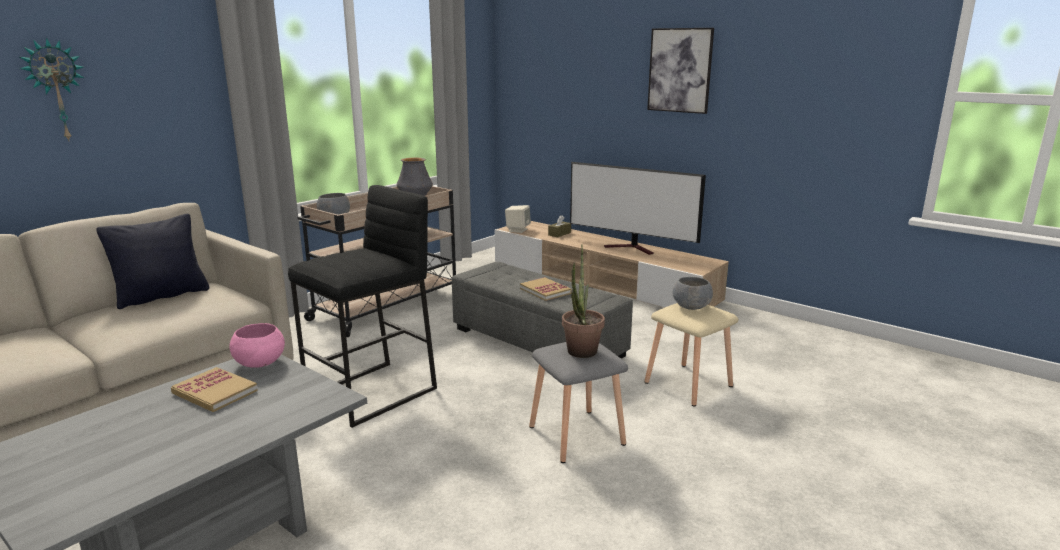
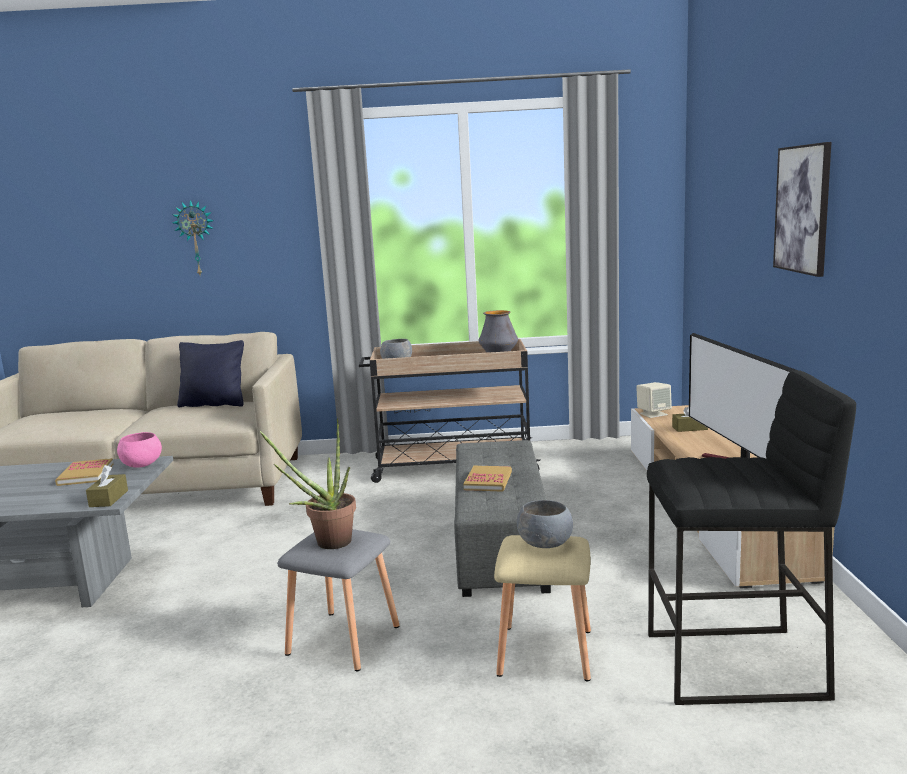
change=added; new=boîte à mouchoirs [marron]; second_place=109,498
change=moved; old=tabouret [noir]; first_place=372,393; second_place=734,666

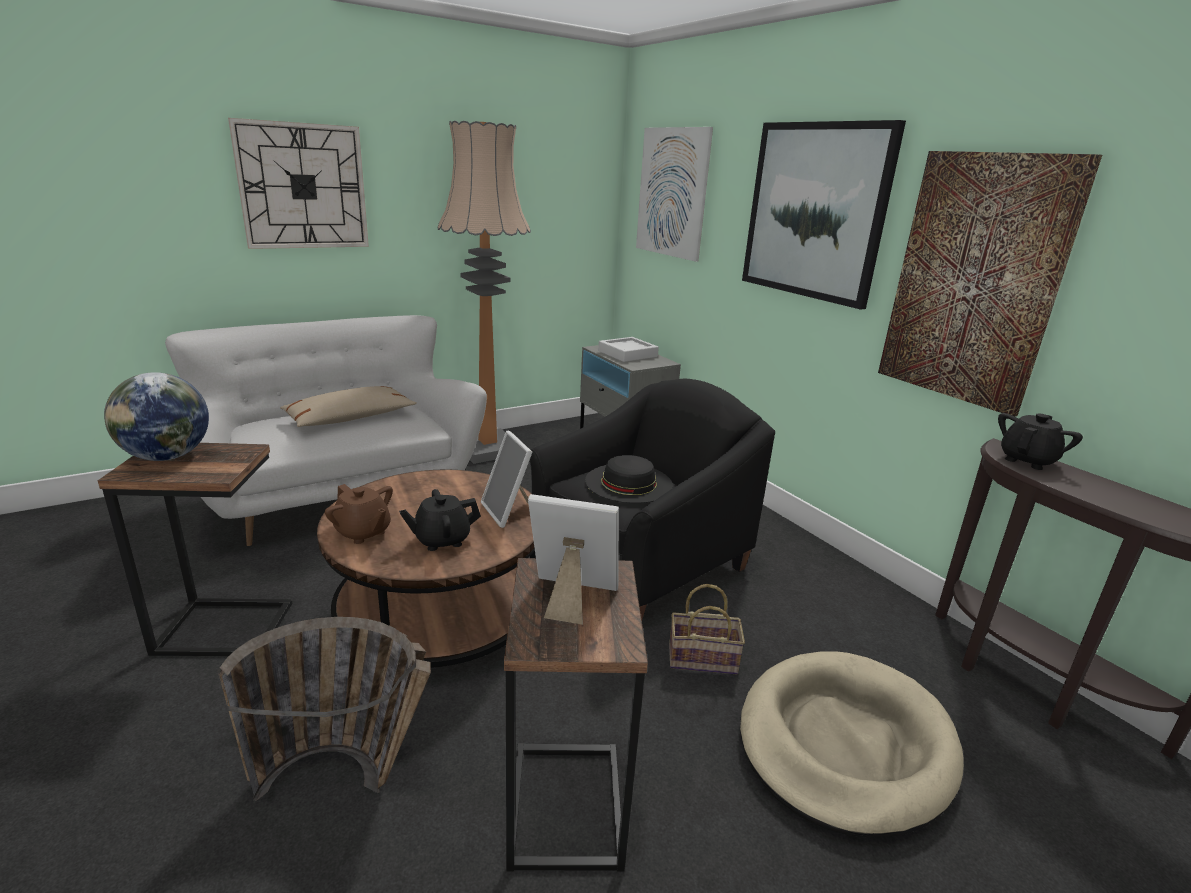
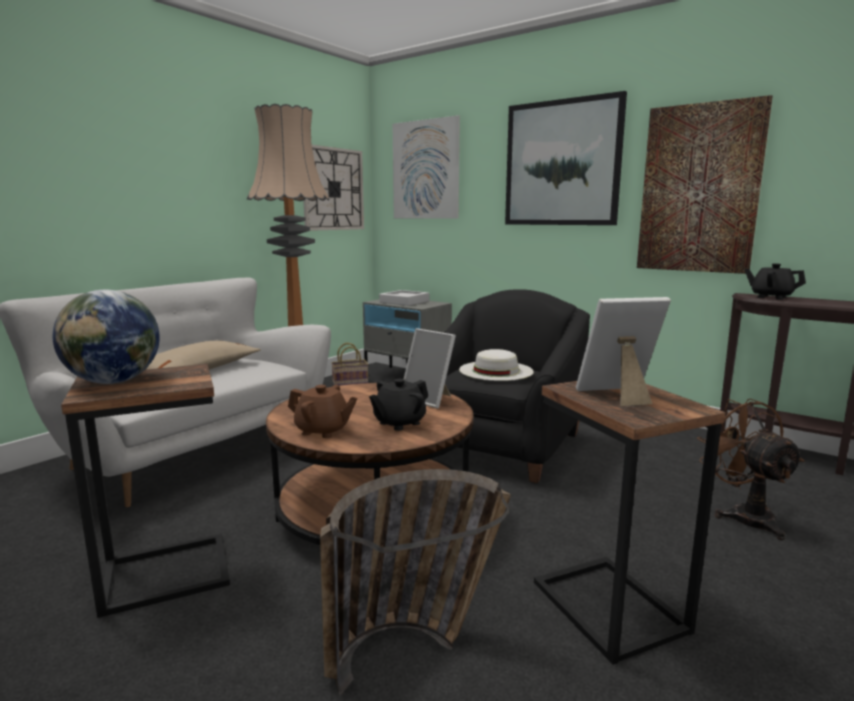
change=moved; old=horloge murale; first_place=303,186; second_place=333,189
change=moved; old=panier; first_place=704,658; second_place=351,382
change=recoloured; old=chapeau [noir]; new=chapeau [blanc]; first_place=628,482; second_place=496,370
change=replaced; old=panier pour chien [beige]; new=ventilateur [marron]; first_place=844,744; second_place=743,515
change=turned; old=théière [noir]; first_place=1027,460; second_place=771,297; degrees=-75

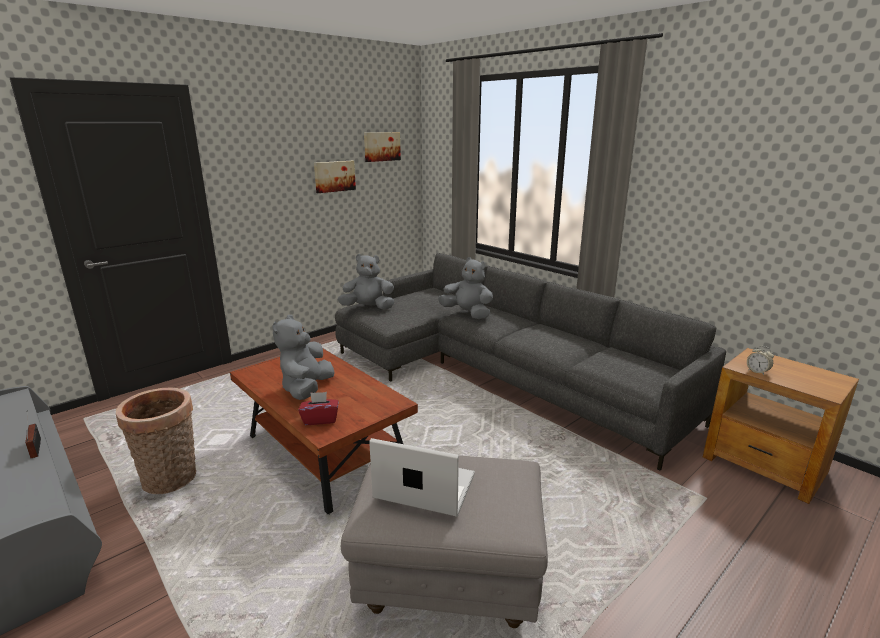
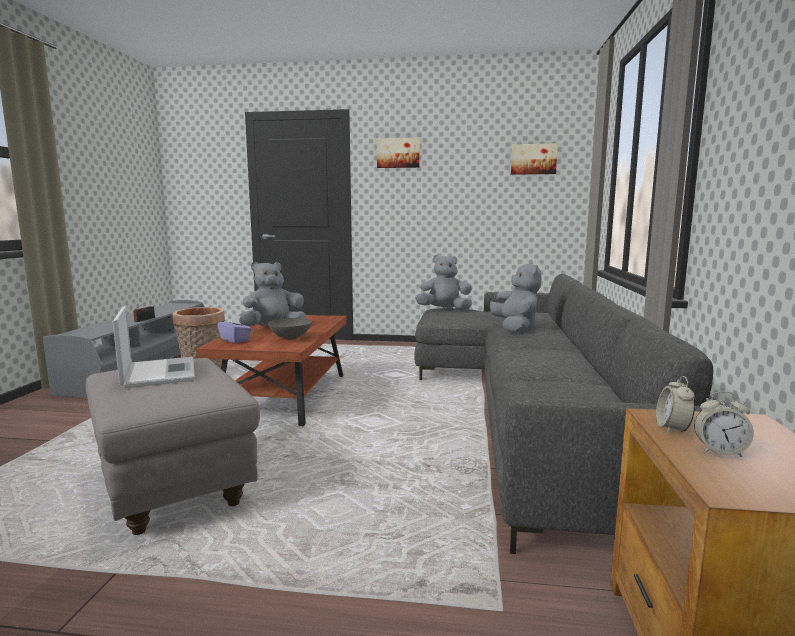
change=recoloured; old=boîte à mouchoirs [rouge]; new=boîte à mouchoirs [violet]; first_place=320,419; second_place=235,340
change=added; new=bol [gris]; second_place=291,338
change=moved; old=tableau; first_place=334,176; second_place=398,153
change=turned; old=peluche [gris]; first_place=368,308; second_place=444,310; degrees=-45
change=added; new=réveil; second_place=719,451

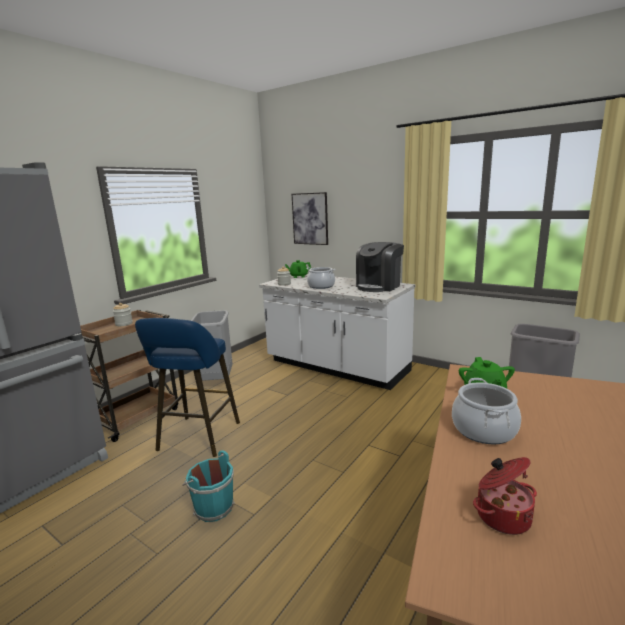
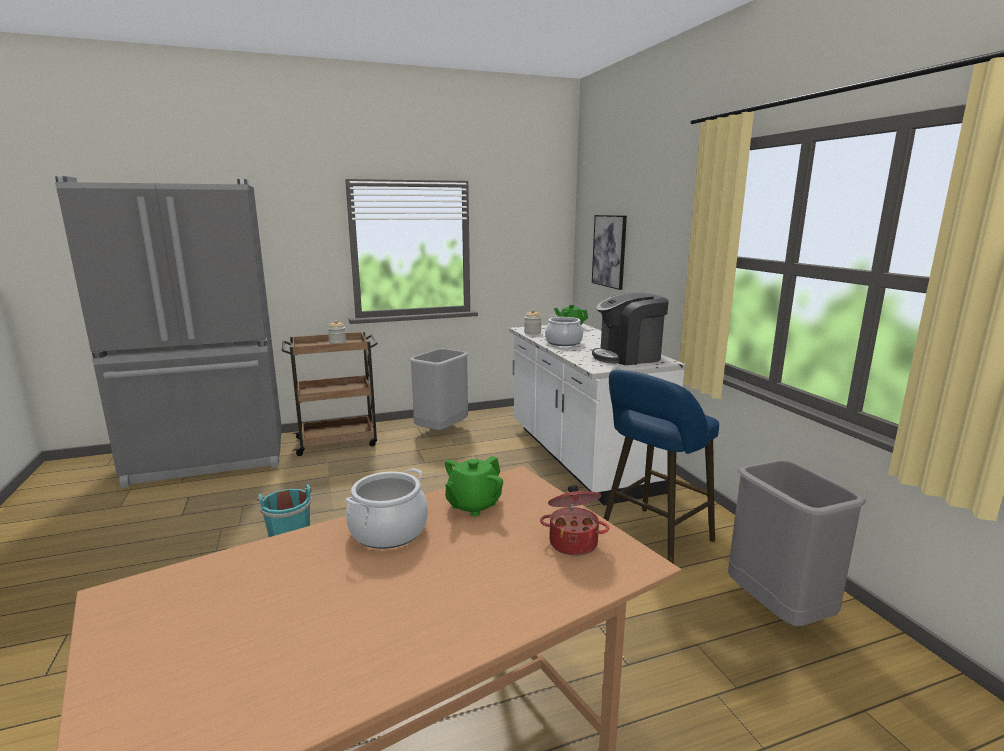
change=moved; old=marmite; first_place=502,515; second_place=573,542
change=moved; old=tabouret [bleu]; first_place=197,439; second_place=652,541

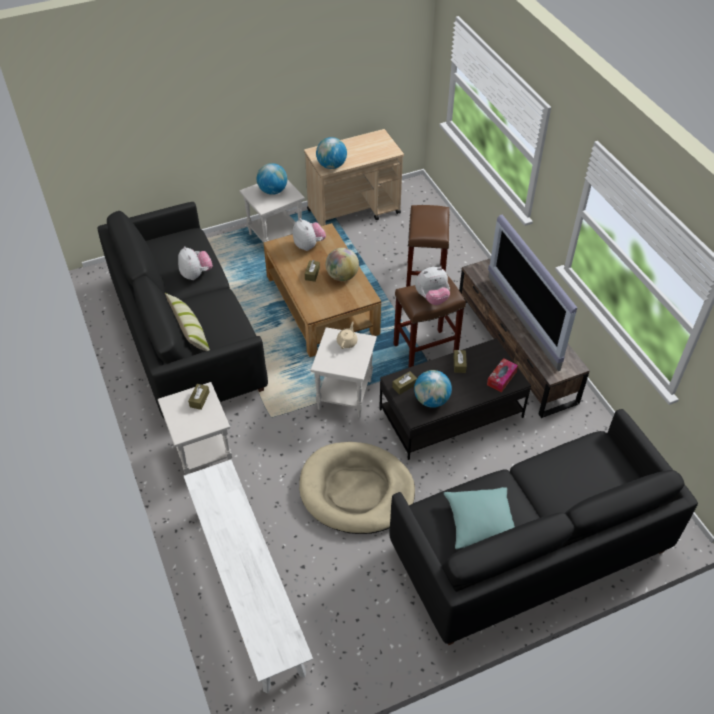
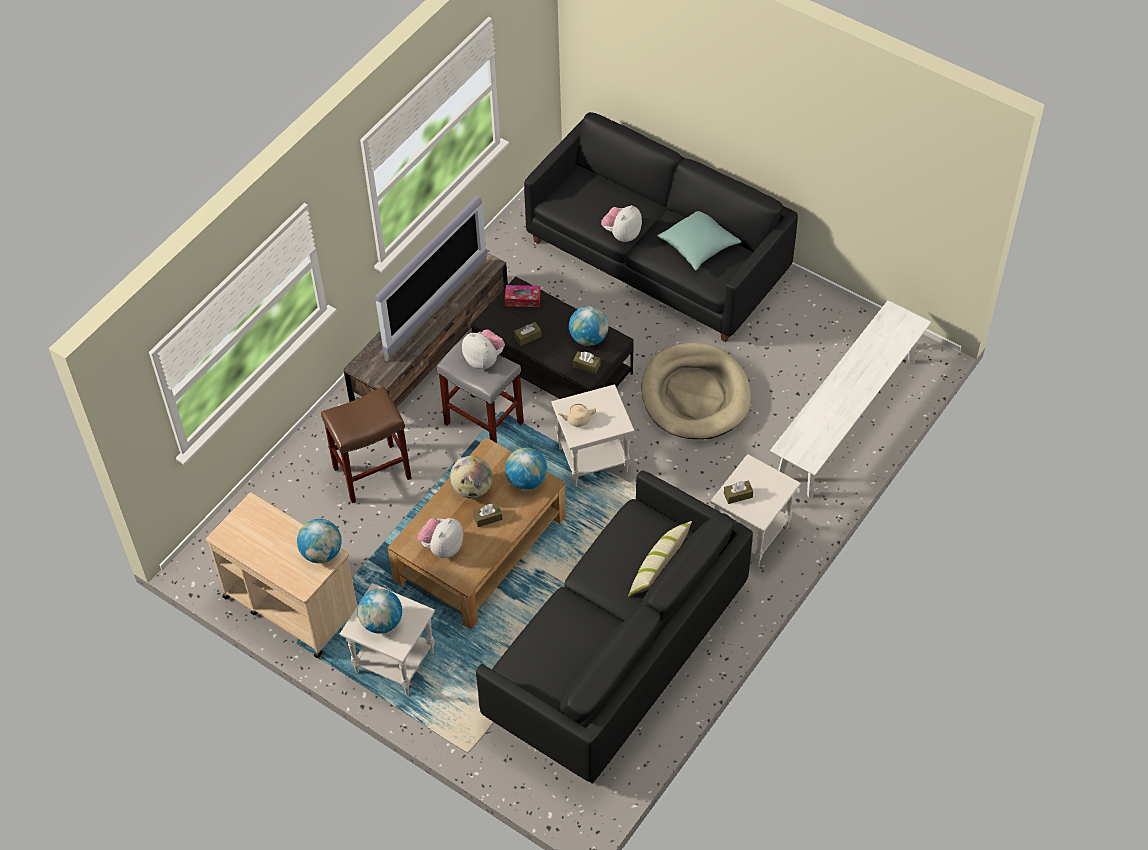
change=recoloured; old=tabouret [marron]; new=tabouret [gris]; first_place=424,351; second_place=485,423
change=added; new=globe; second_place=526,480
change=moved; old=peluche; first_place=196,274; second_place=622,234

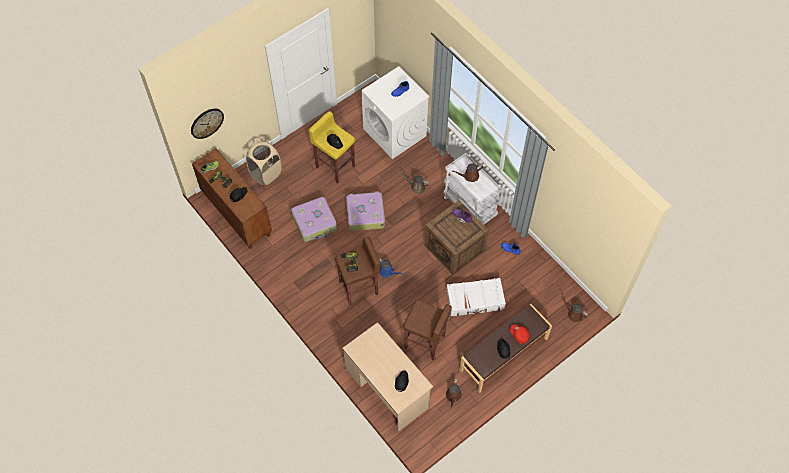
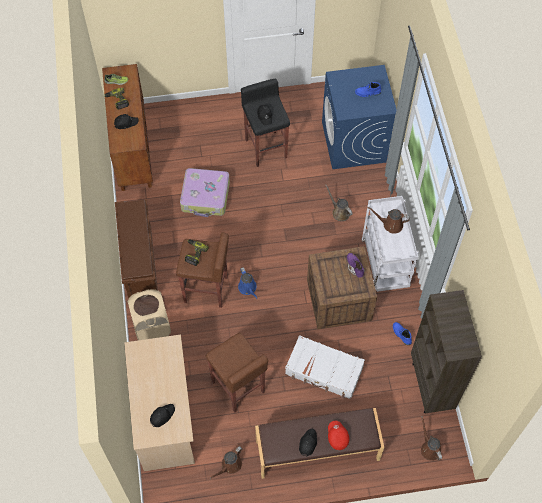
change=added; new=étagère à chaussures [marron]; second_place=140,263
change=moved; old=panier à linge [beige]; first_place=266,173; second_place=152,327
change=recoloured; old=tabouret [jaune]; new=tabouret [noir]; first_place=335,166; second_place=266,148
change=recoloured; old=lave-linge [blanc]; new=lave-linge [bleu]; first_place=395,132; second_place=354,142
change=added; new=bibliothèque [marron]; second_place=431,386
change=removed; old=horloge murale; first_place=206,123
change=removed; old=valise; first_place=365,214

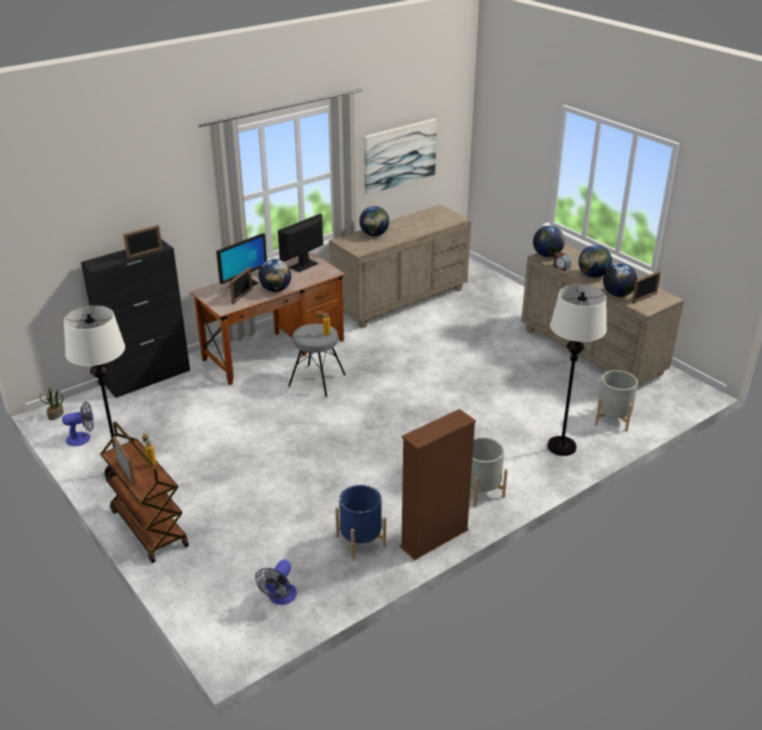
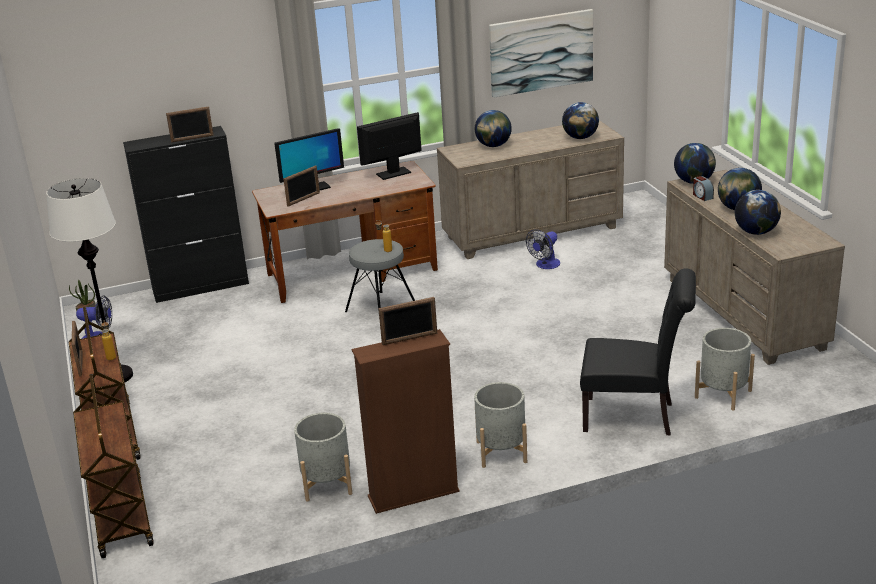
change=added; new=chariot [marron]; second_place=120,515
change=recoloured; old=cache-pot [bleu]; new=cache-pot [gris]; first_place=361,541; second_place=327,484
change=moved; old=cadre photo; first_place=644,298; second_place=409,339
change=moved; old=ventilateur; first_place=280,598; second_place=545,265
change=moved; old=globe; first_place=276,290; second_place=580,137
change=replaced; old=lampadaire [blanc]; new=chaise [noir]; first_place=562,447; second_place=635,417

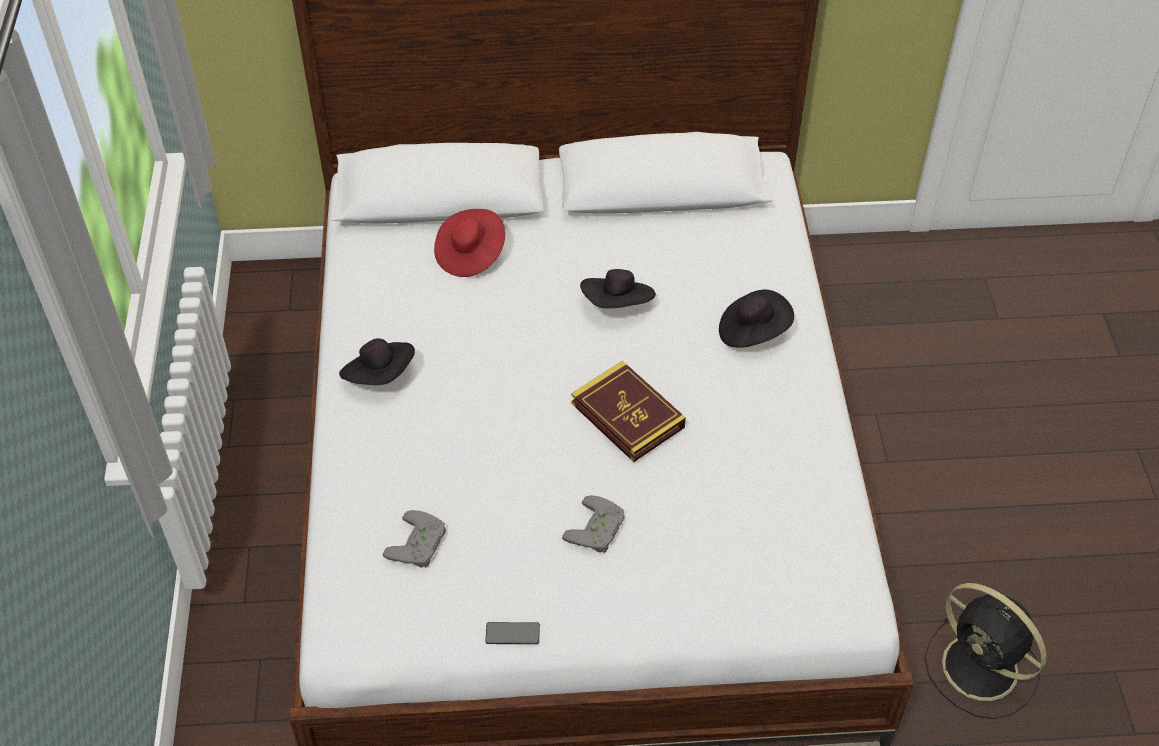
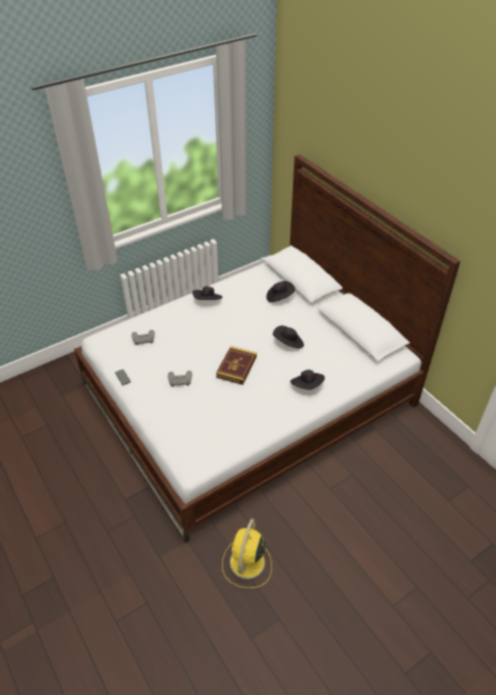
change=recoloured; old=ventilateur [noir]; new=ventilateur [jaune]; first_place=983,669; second_place=246,563
change=recoloured; old=chapeau [rouge]; new=chapeau [noir]; first_place=470,255; second_place=279,297

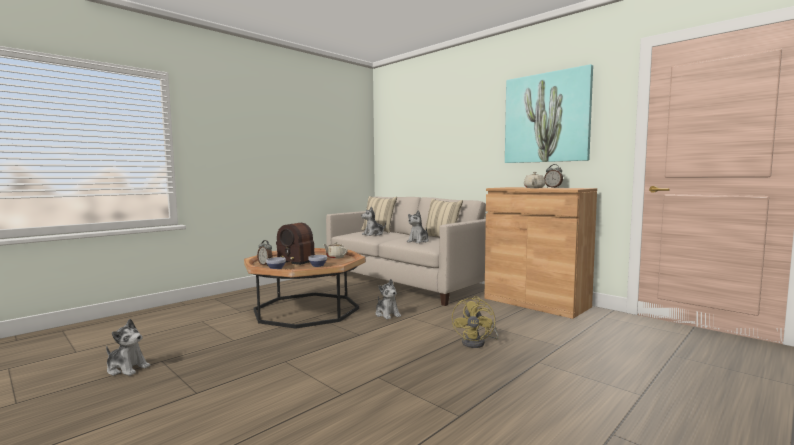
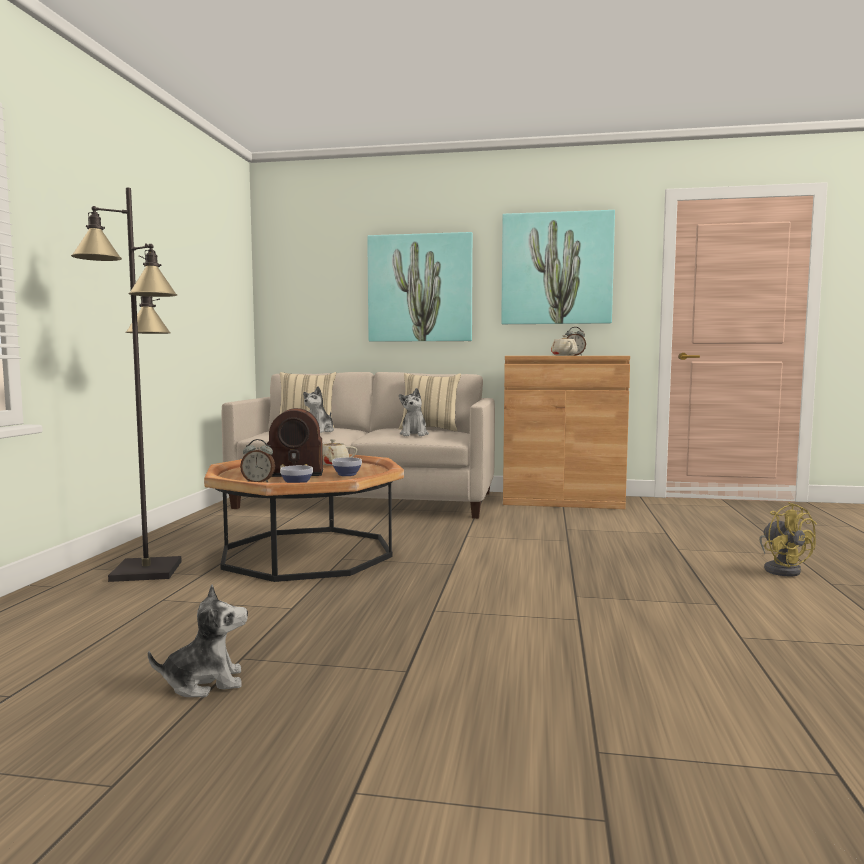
change=added; new=lampadaire [noir]; second_place=146,571
change=added; new=tableau; second_place=420,288
change=moved; old=ventilateur [jaune]; first_place=477,343; second_place=782,569
change=removed; old=peluche; first_place=387,314

